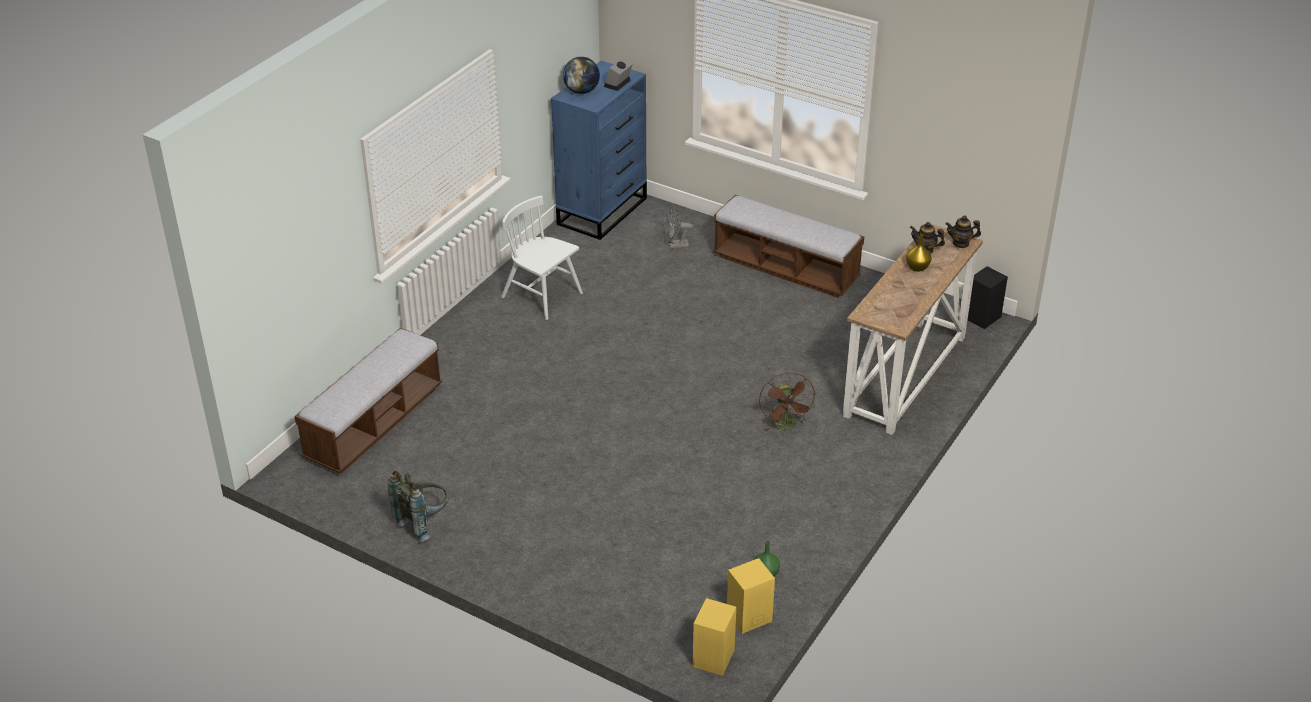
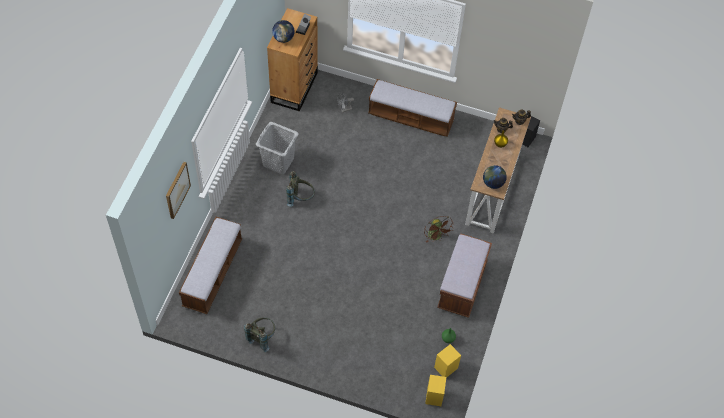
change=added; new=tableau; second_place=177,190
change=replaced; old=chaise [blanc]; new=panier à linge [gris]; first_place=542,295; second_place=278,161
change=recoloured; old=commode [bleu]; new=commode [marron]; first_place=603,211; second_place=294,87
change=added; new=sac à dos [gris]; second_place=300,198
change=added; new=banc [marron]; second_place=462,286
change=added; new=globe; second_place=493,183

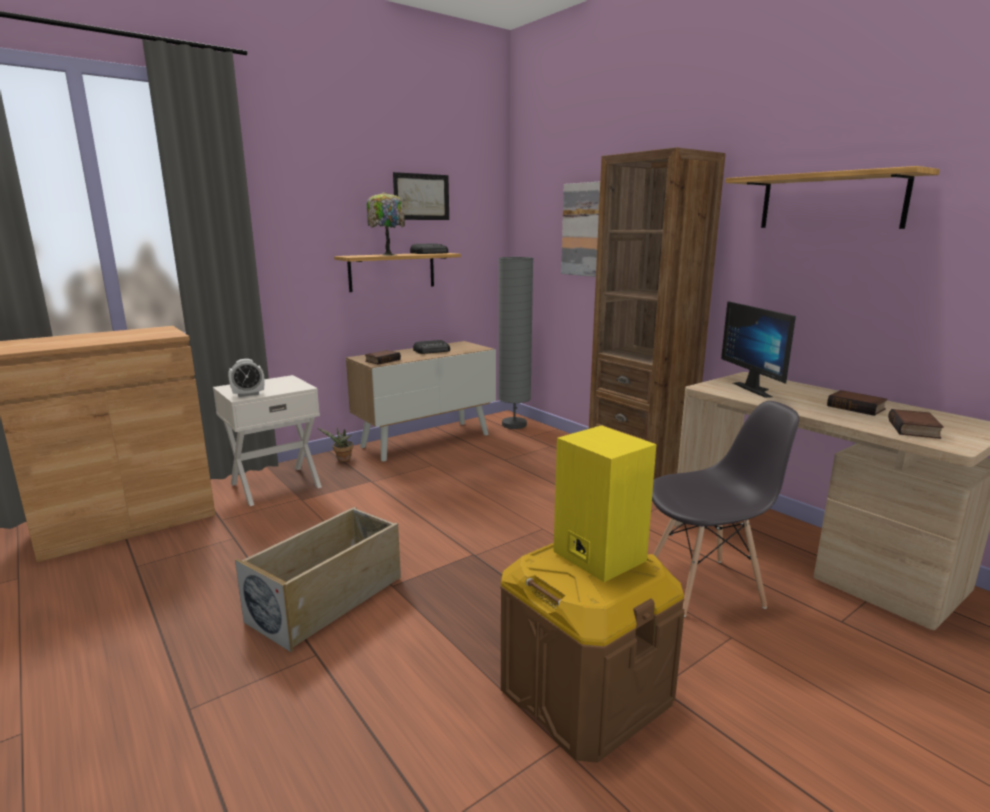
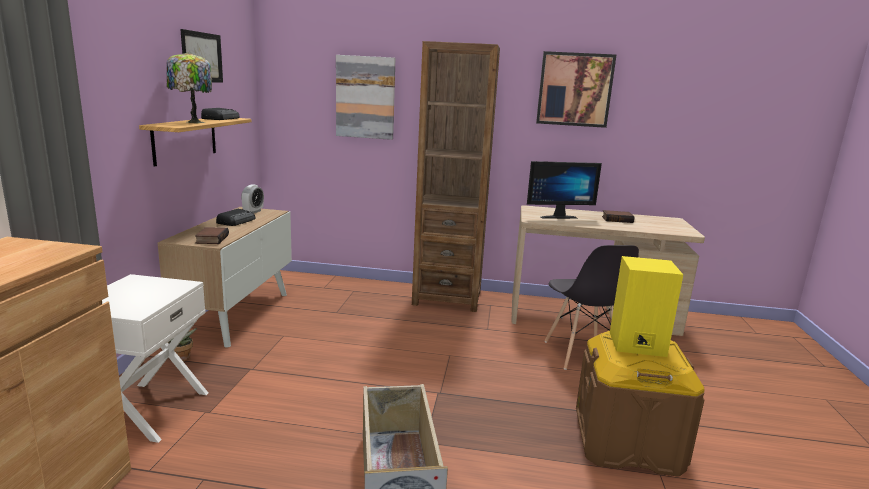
change=moved; old=réveil; first_place=248,394; second_place=253,212
change=turned; old=écran d'ordinateur; first_place=757,389; second_place=557,216; degrees=-45
change=replaced; old=étagère; new=tableau; first_place=831,201; second_place=574,89
change=turned; old=chaise [gris]; first_place=705,587; second_place=581,354; degrees=135
change=removed; old=lampadaire [gris]; first_place=514,425
change=removed; old=livre; first_place=915,429

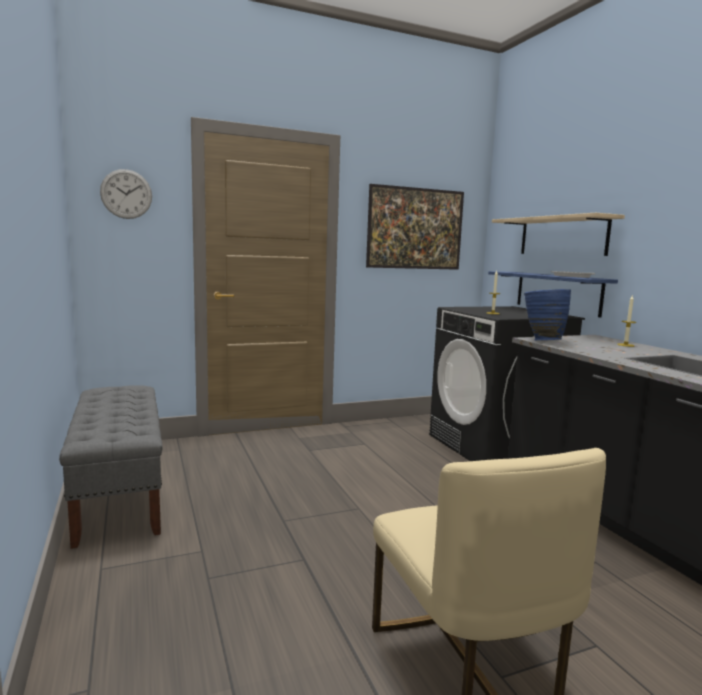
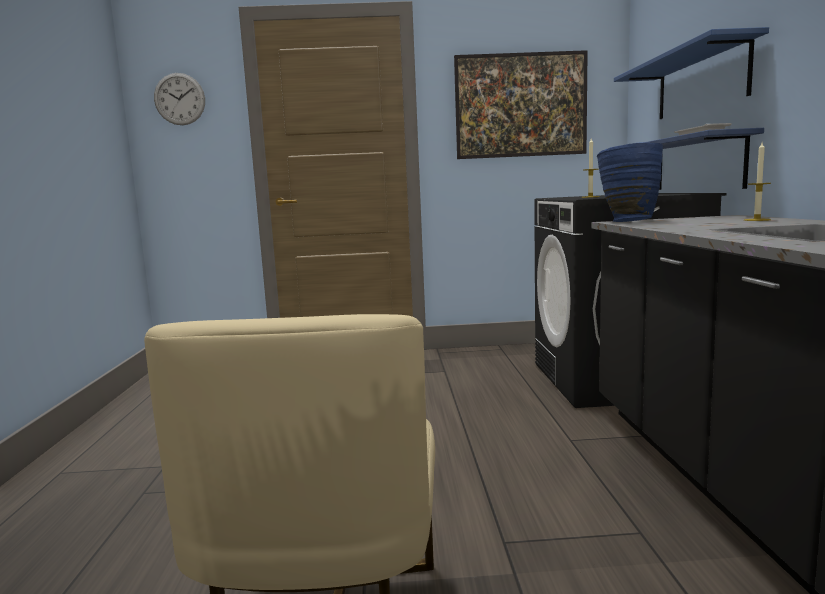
change=recoloured; old=étagère [beige]; new=étagère [bleu]; first_place=562,236; second_place=701,82
change=removed; old=banc [gris]; first_place=119,492

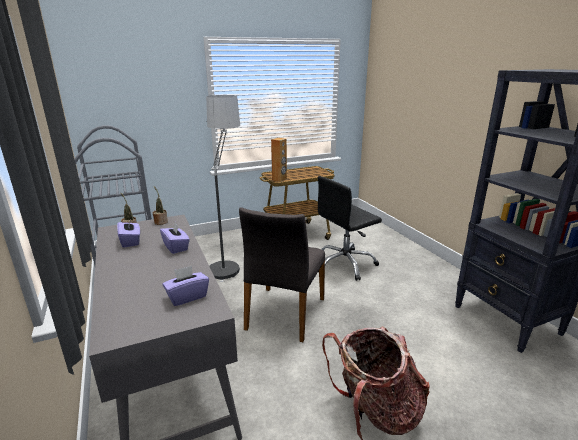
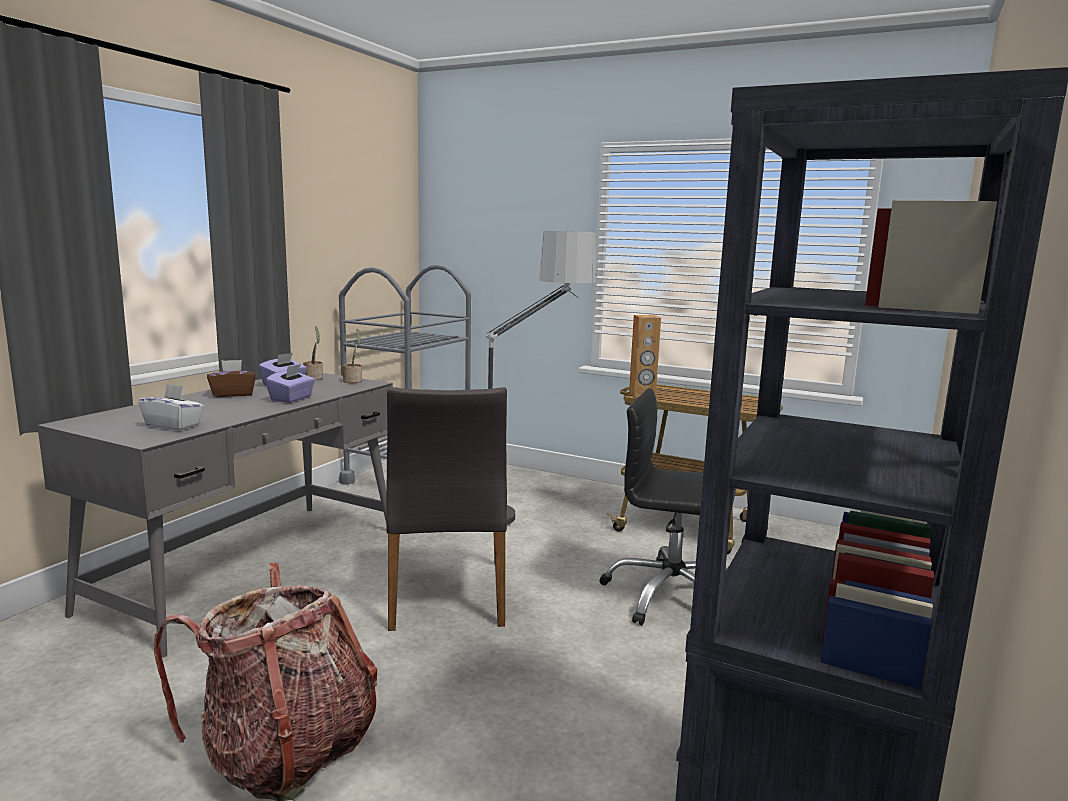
change=recoloured; old=boîte à mouchoirs [violet]; new=boîte à mouchoirs [blanc]; first_place=187,296; second_place=173,426
change=added; new=boîte à mouchoirs [marron]; second_place=233,394
change=turned; old=chaise [gris]; first_place=284,313; second_place=446,595; degrees=-75

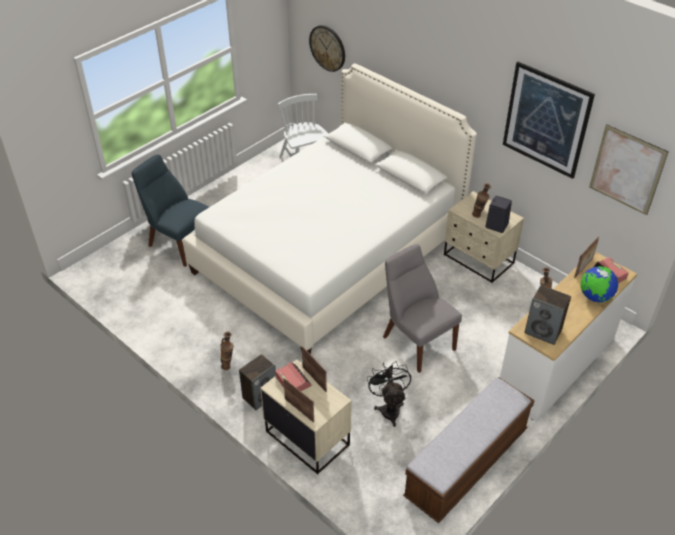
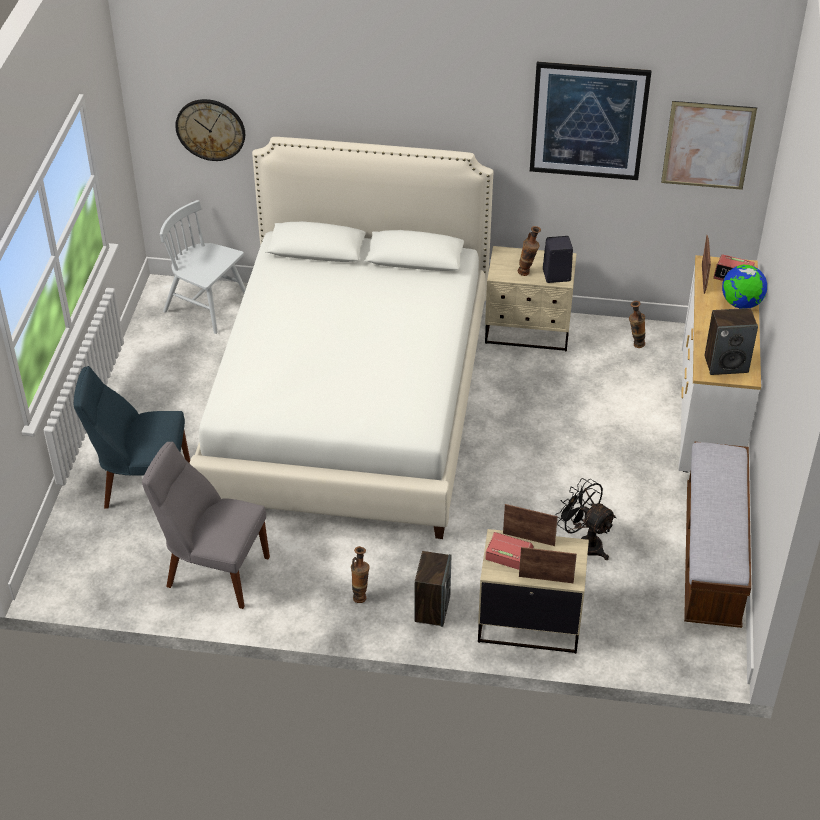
change=moved; old=chaise [gris]; first_place=416,341; second_place=213,571

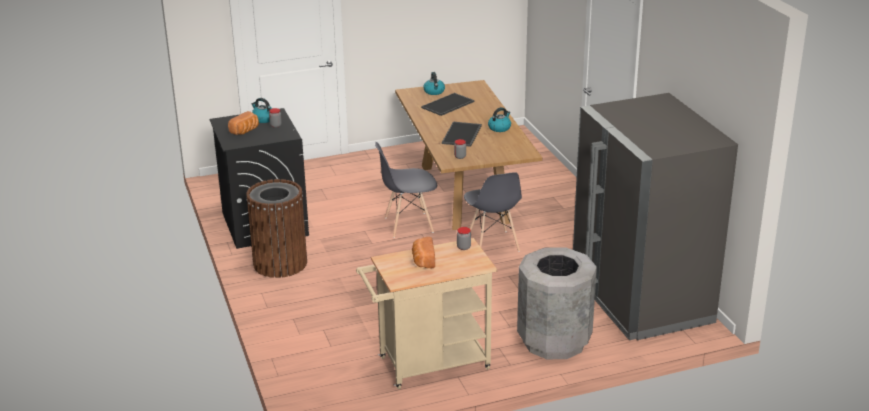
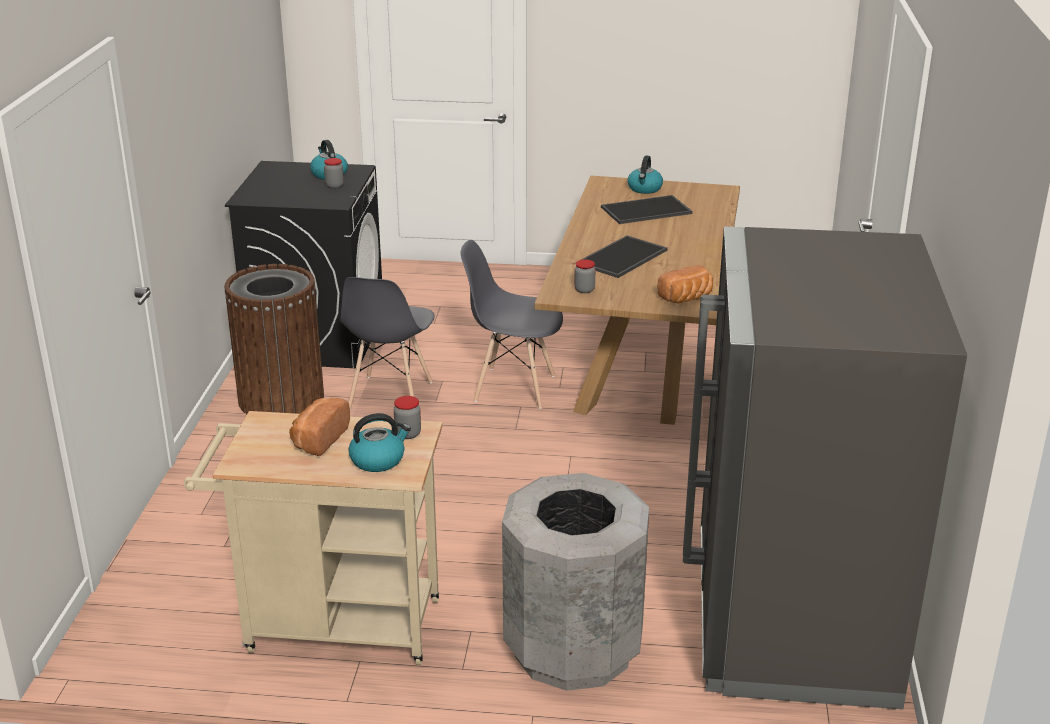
change=moved; old=chaise [gris]; first_place=492,244; second_place=390,396
change=moved; old=bouilloire; first_place=499,128; second_place=378,460
change=moved; old=pain; first_place=245,131; second_place=687,298

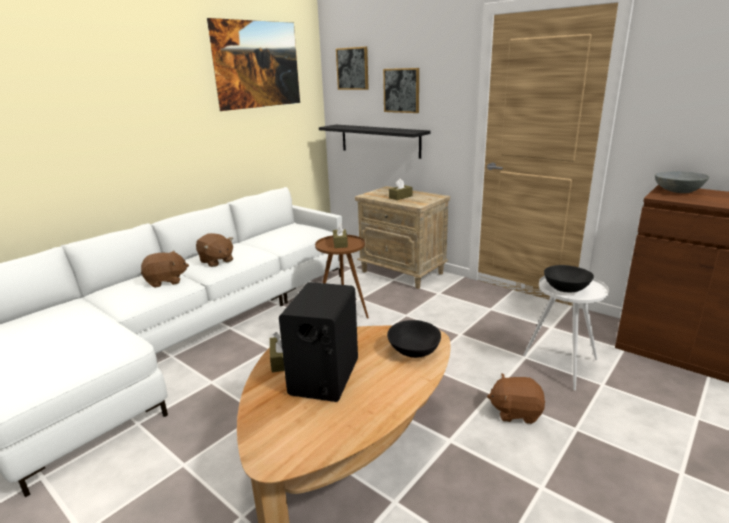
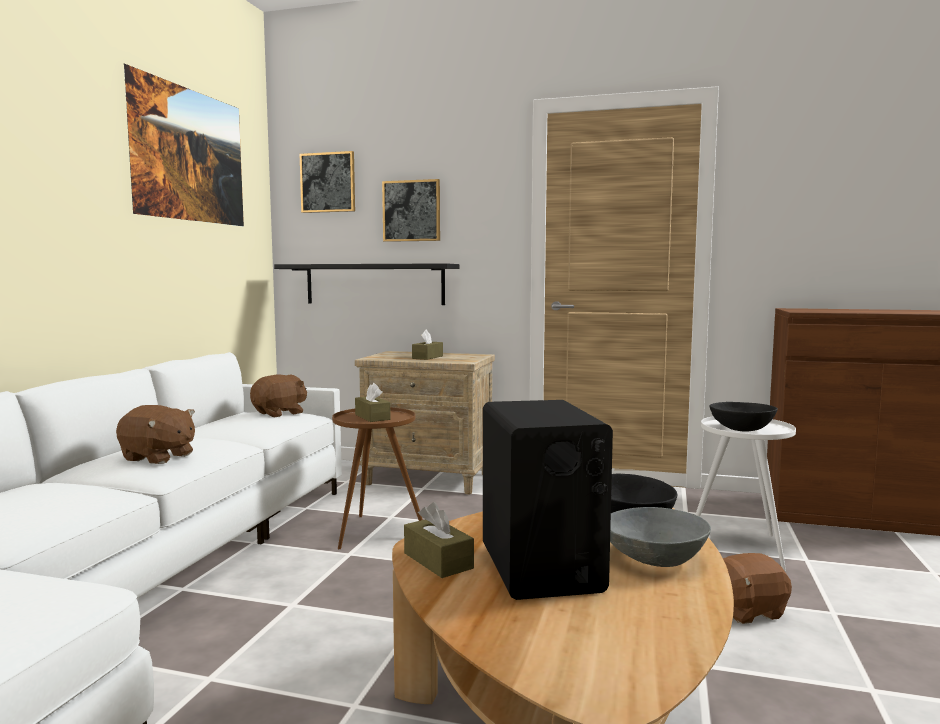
change=moved; old=peluche [marron]; first_place=166,281; second_place=280,413
change=moved; old=bol [gris]; first_place=678,191; second_place=656,558

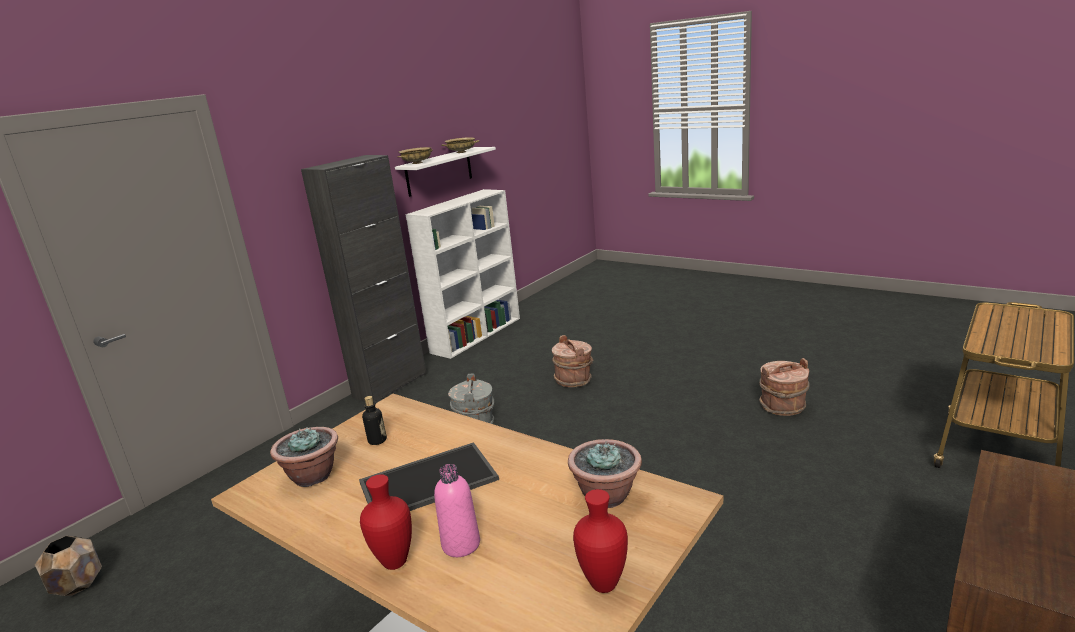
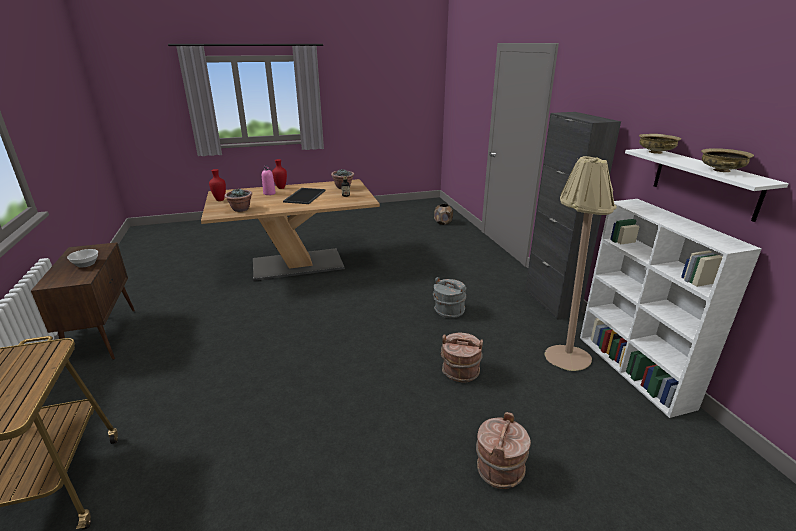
change=added; new=bol; second_place=86,264
change=moved; old=seau [marron]; first_place=783,407; second_place=499,469
change=added; new=lampadaire [beige]; second_place=562,351

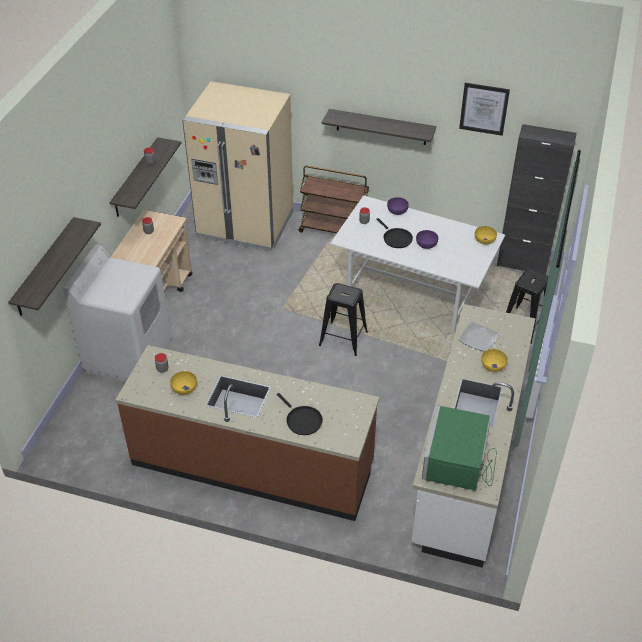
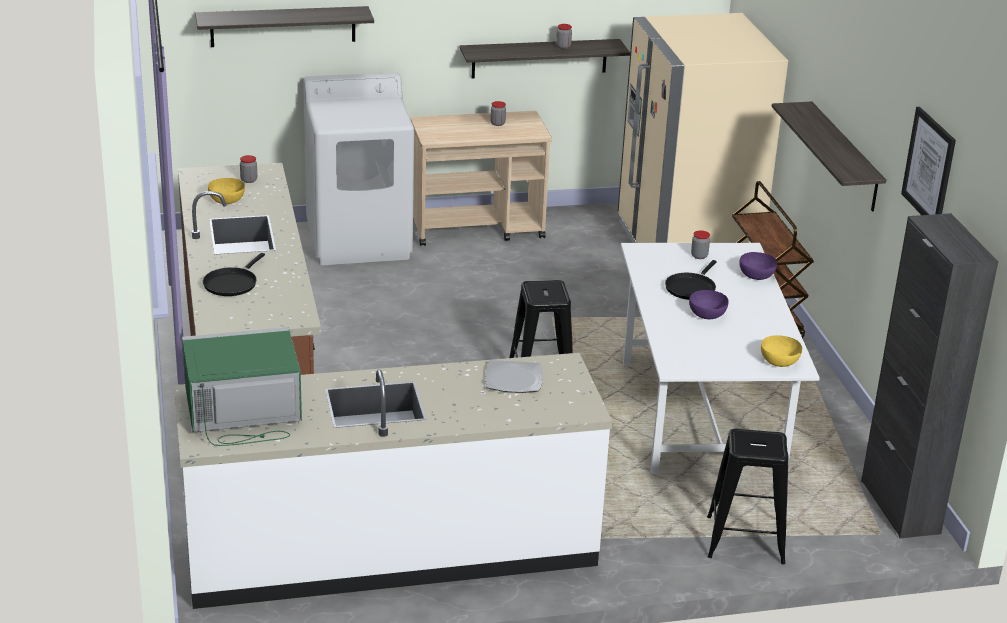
change=removed; old=bol [jaune]; first_place=492,366

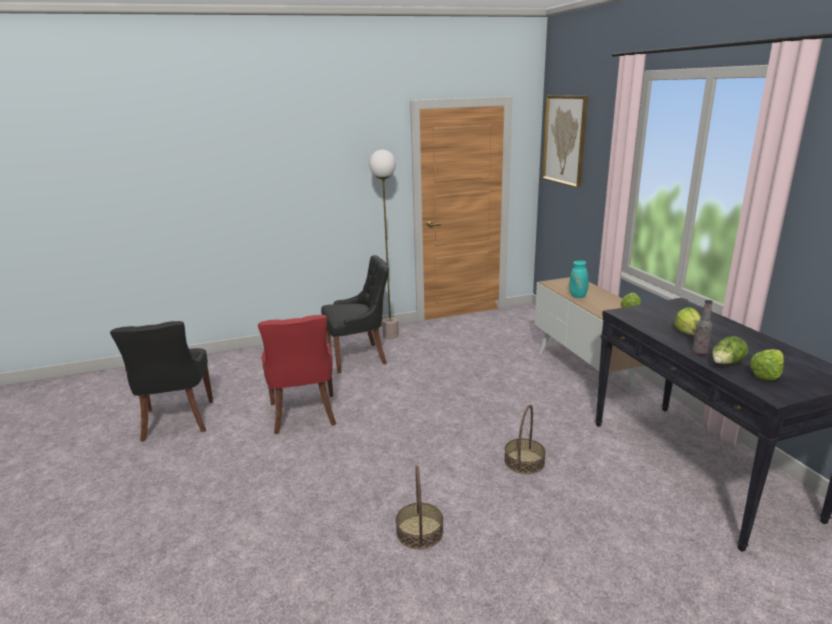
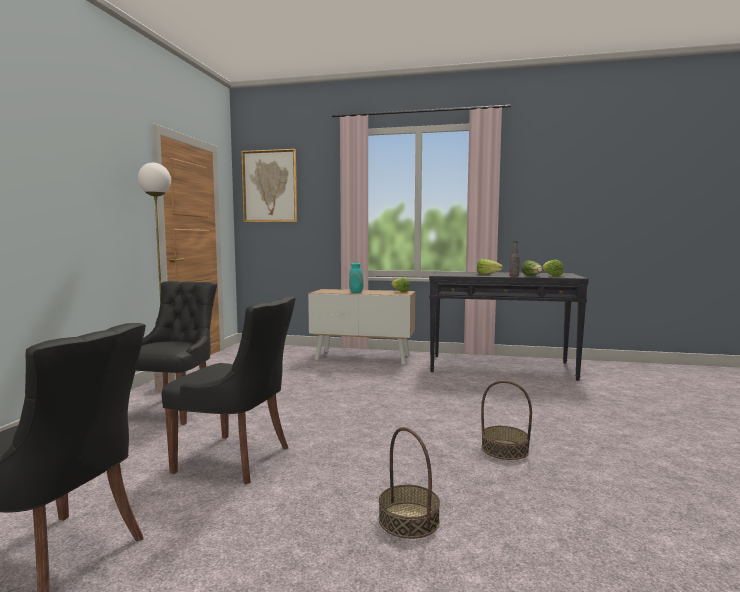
change=recoloured; old=chaise [rouge]; new=chaise [noir]; first_place=303,415; second_place=236,459
change=moved; old=panier; first_place=524,461; second_place=408,520

